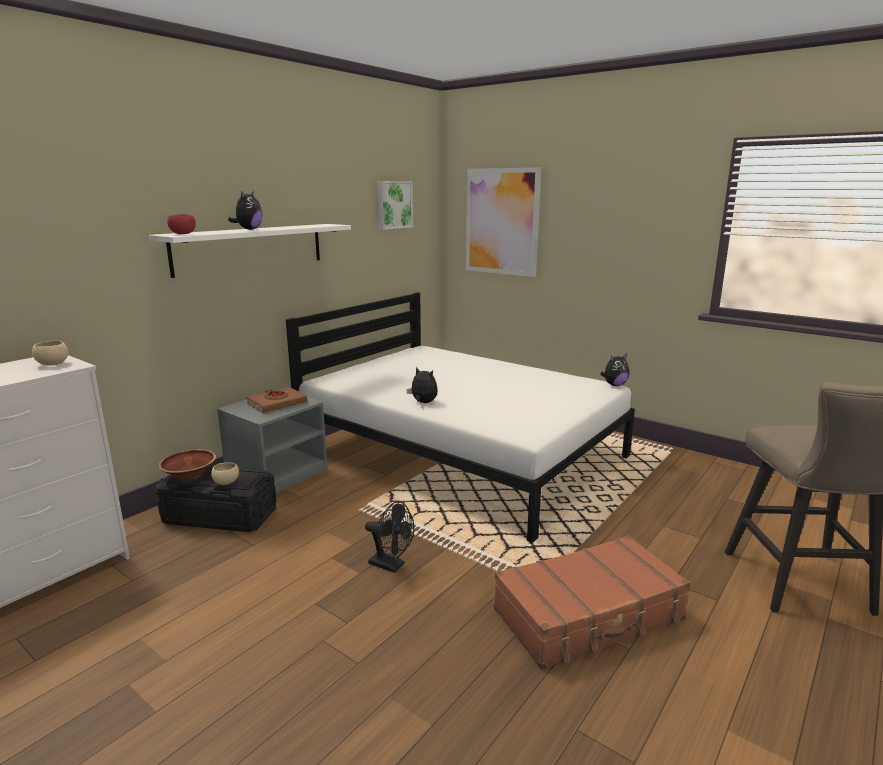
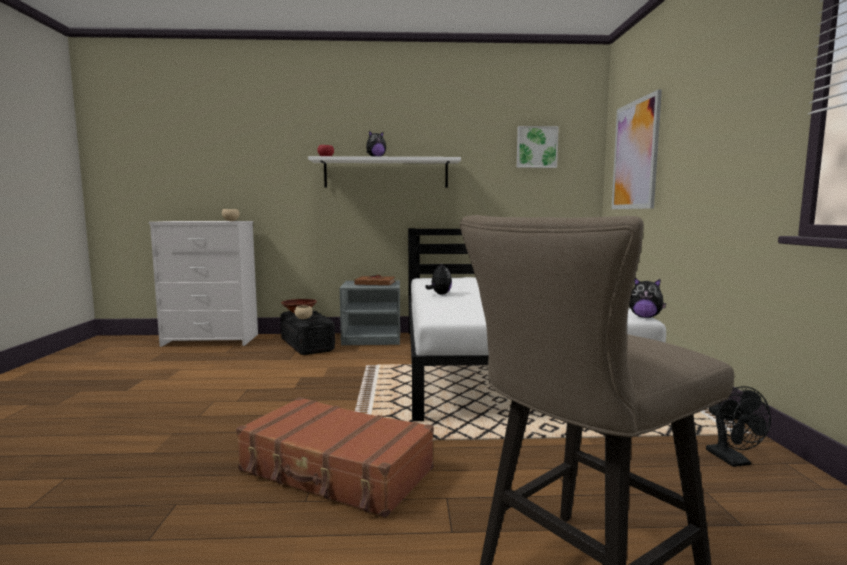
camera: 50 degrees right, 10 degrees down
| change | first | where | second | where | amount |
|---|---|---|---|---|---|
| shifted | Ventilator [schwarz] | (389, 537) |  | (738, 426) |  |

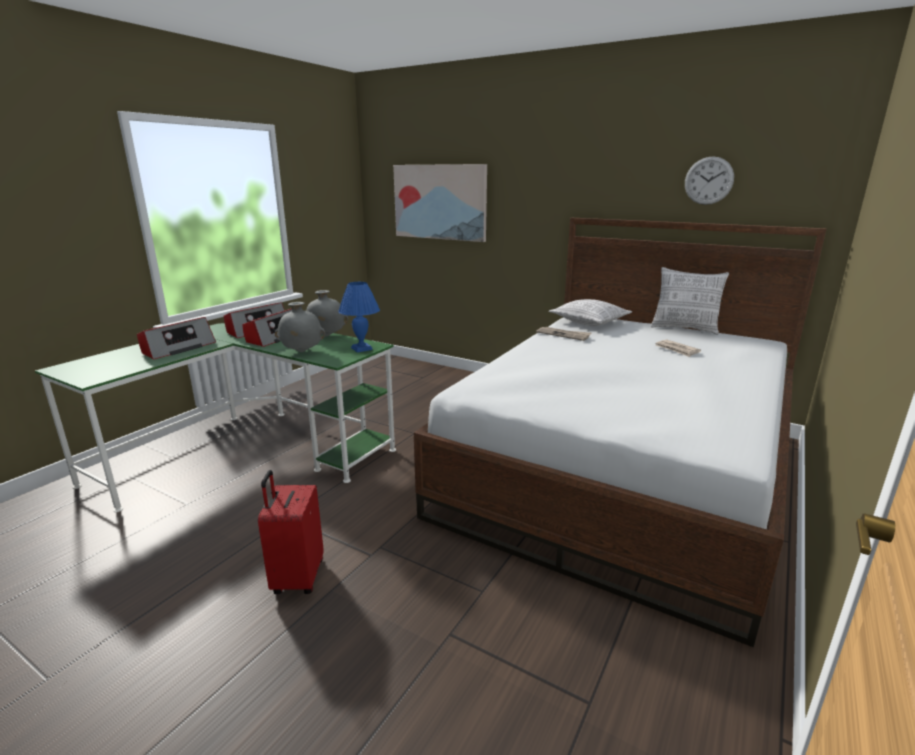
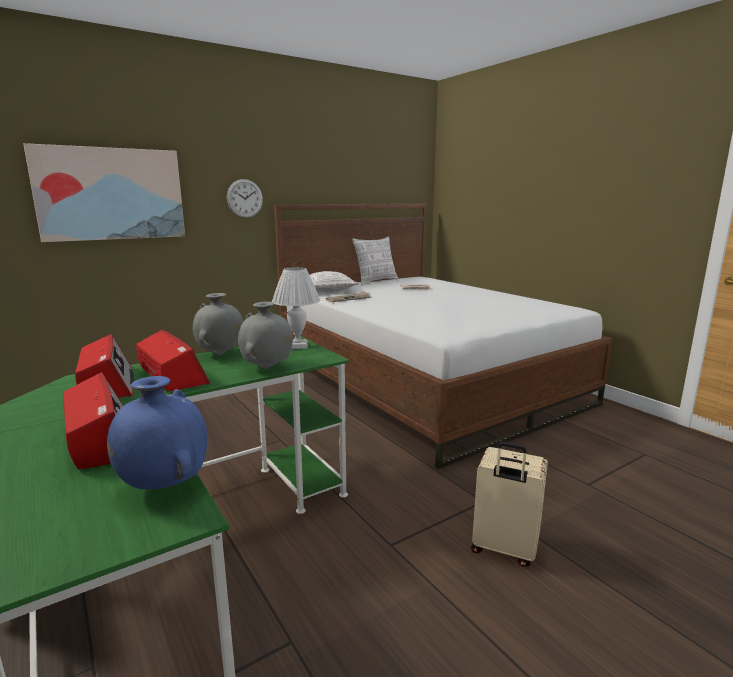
camera: 65 degrees left, 5 degrees down
| change | first | where | second | where | amount |
|---|---|---|---|---|---|
| shifted | Wanduhr | (709, 180) |  | (245, 198) |  |
| repainted | Tischlampe [blau] | (359, 317) | Tischlampe [weiß] | (296, 308) |  |
| repainted | Koffer [rot] | (291, 532) | Koffer [beige] | (509, 504) |  |
| new |  |  | Vase [blau] | (157, 433) |  |

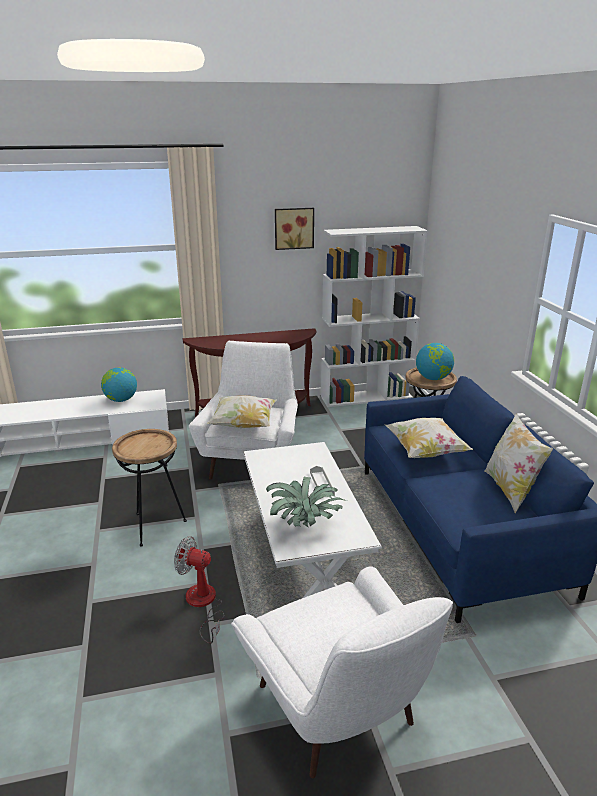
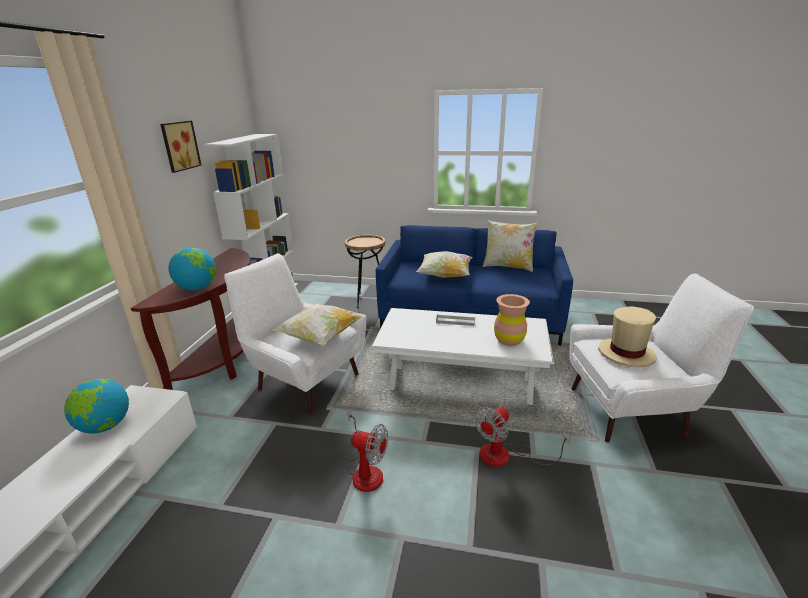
camera: 65 degrees left, 0 degrees up
| change | first | where | second | where | amount |
|---|---|---|---|---|---|
| shifted | Globus | (435, 361) |  | (192, 268) |  |
| swapped | Beistelltisch [braun] | (149, 487) | Ventilator | (366, 450) |  |
| swapped | Topfpflanze | (306, 502) | Vase [braun] | (512, 320) |  |
| new |  |  | Hut [beige] | (627, 337) |  |

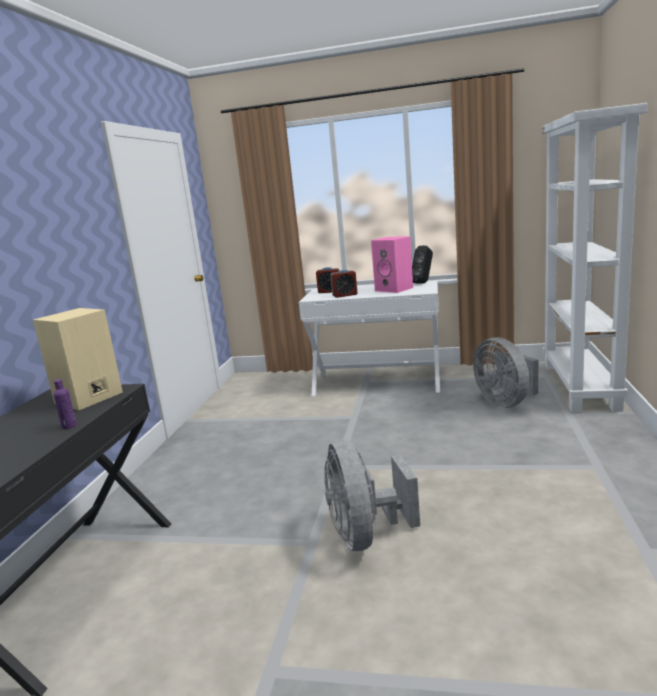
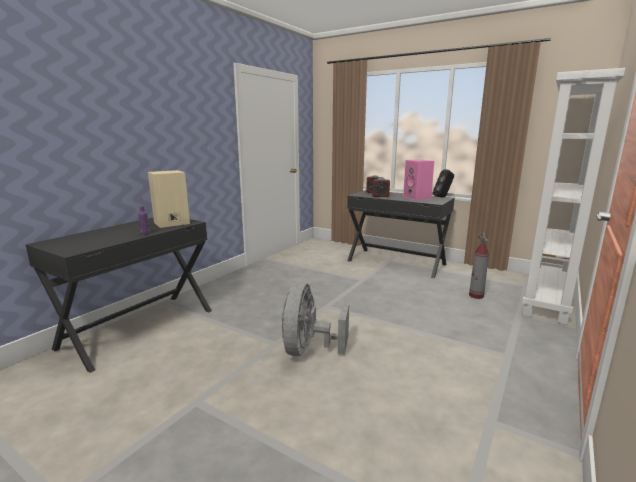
camera: 20 degrees right, 0 degrees up
| change | first | where | second | where | amount |
|---|---|---|---|---|---|
| repainted | Schreibtisch [weiß] | (369, 338) | Schreibtisch [schwarz] | (401, 234) |  |
| swapped | Ventilator [grau] | (505, 372) | Feuerlöscher | (479, 265) |  |

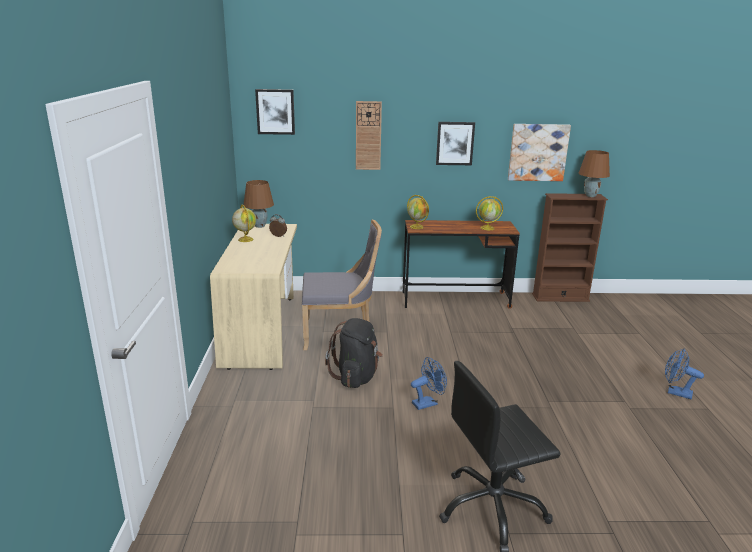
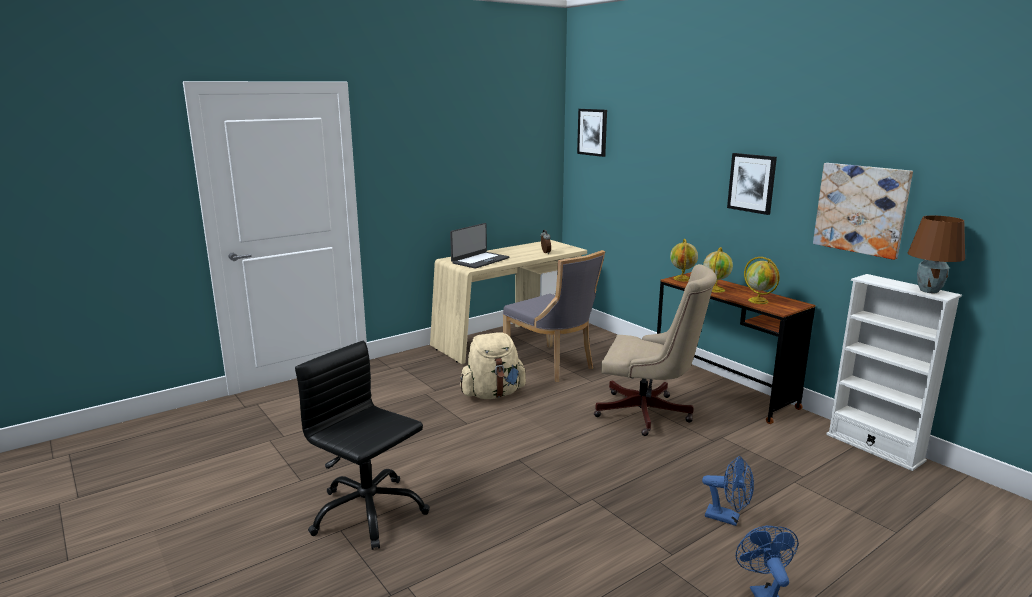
camera: 55 degrees right, 5 degrees down
| change | first | where | second | where | amount |
|---|---|---|---|---|---|
| gone | Wanduhr | (369, 135) |  |  |  |
| gone | Tischlampe [braun] | (258, 204) |  |  |  |
| repainted | Bücherregal [braun] | (570, 247) | Bücherregal [weiß] | (894, 372) |  |
| shifted | Globus | (244, 223) |  | (718, 270) |  |
| repainted | Rucksack [schwarz] | (354, 353) | Rucksack [beige] | (493, 365) |  |
| shifted | Ventilator [blau] | (429, 383) |  | (728, 491) |  |
| new |  |  | Laptop | (479, 246) |  |
| new |  |  | Bürostuhl [beige] | (655, 350) |  |

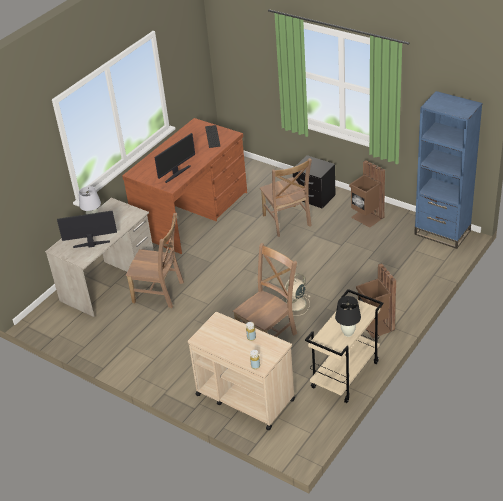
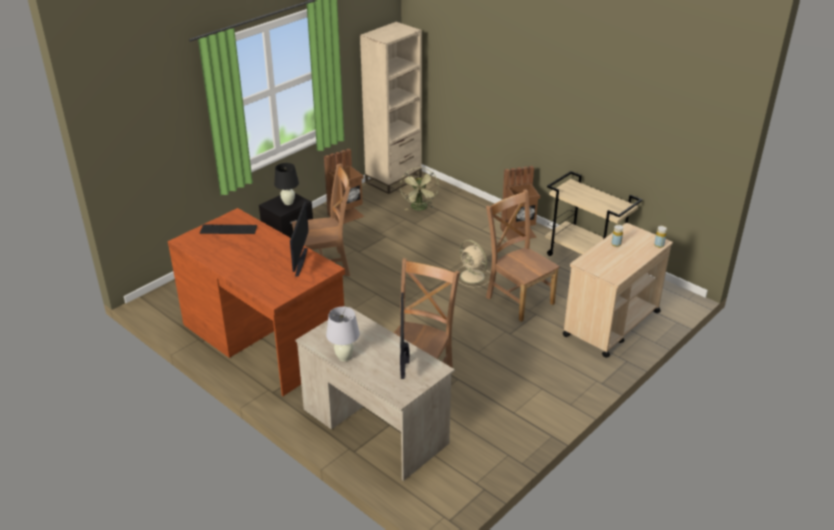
camera: 85 degrees left, 5 degrees down
| change | first | where | second | where | amount |
|---|---|---|---|---|---|
| repainted | Bücherregal [blau] | (448, 170) | Bücherregal [beige] | (391, 108) |  |
| rotated | Monitor | (175, 158) |  | (299, 239) | 45 degrees clockwise |
| shifted | Tischlampe [schwarz] | (348, 316) |  | (286, 184) |  |
| new |  |  | Ventilator [grün] | (419, 189) |  |

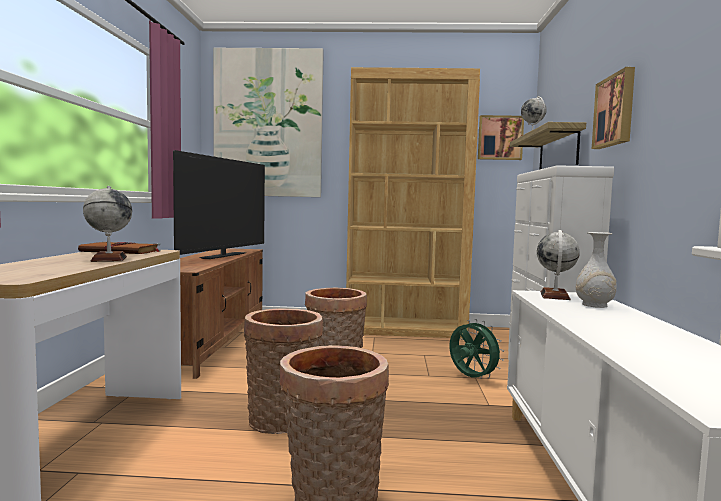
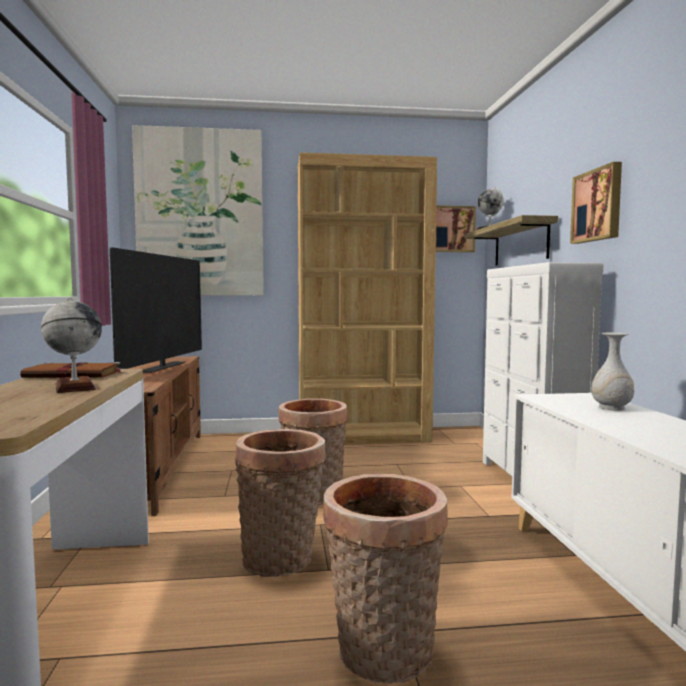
camera: 10 degrees left, 0 degrees up
| change | first | where | second | where | amount |
|---|---|---|---|---|---|
| gone | Globus | (558, 265) |  |  |  |
| gone | Ventilator [grün] | (476, 349) |  |  |  |

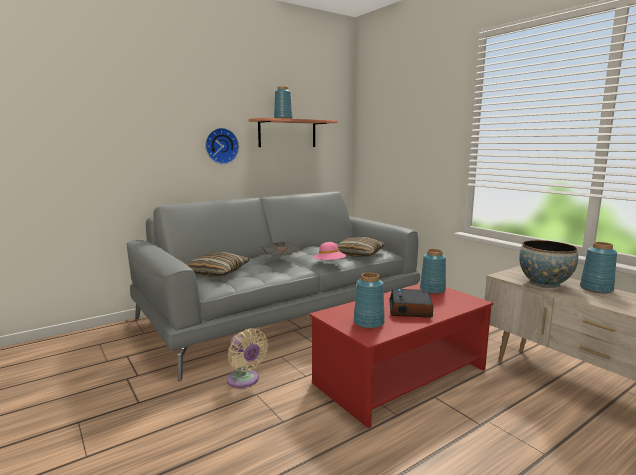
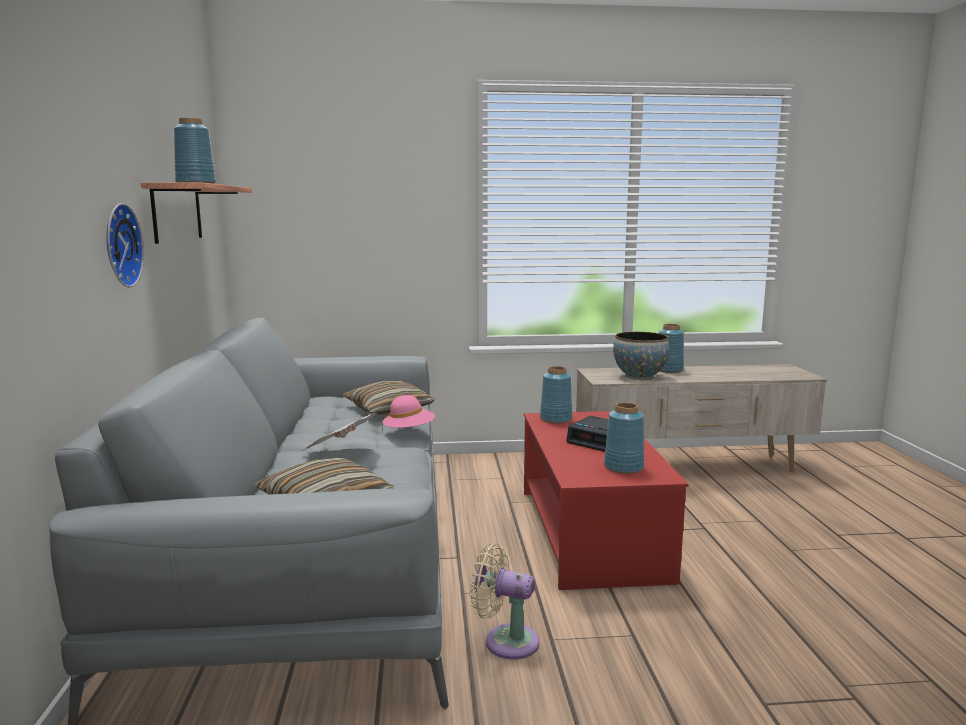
camera: 60 degrees left, 0 degrees up
| change | first | where | second | where | amount |
|---|---|---|---|---|---|
| rotated | Ventilator [beige] | (247, 358) |  | (504, 601) | 150 degrees counterclockwise |

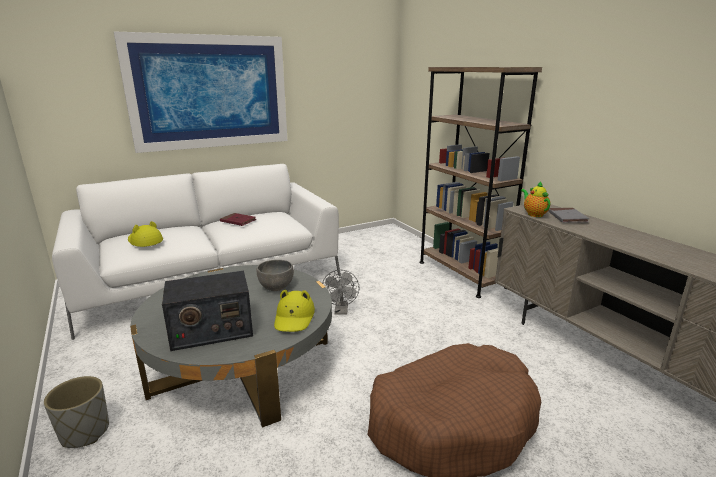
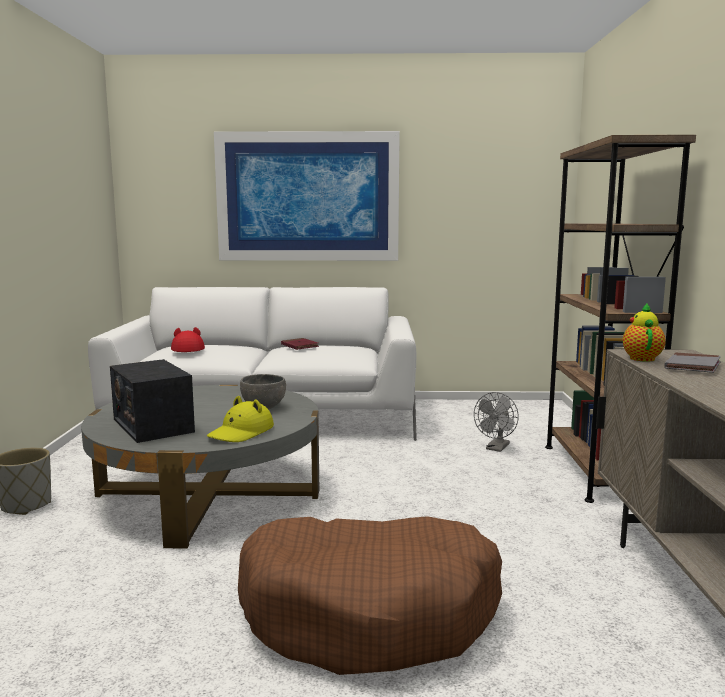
camera: 30 degrees right, 10 degrees down
| change | first | where | second | where | amount |
|---|---|---|---|---|---|
| repainted | Hut [gelb] | (145, 234) | Hut [rot] | (188, 339) |  |
| shifted | Ventilator [grau] | (340, 292) |  | (496, 422) |  |
| rotated | Radio | (207, 311) |  | (152, 401) | 45 degrees clockwise |

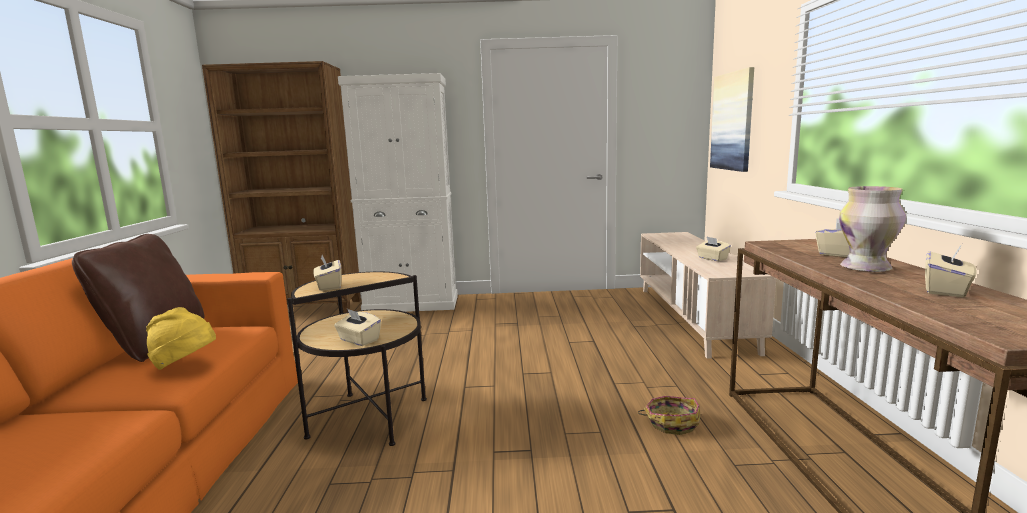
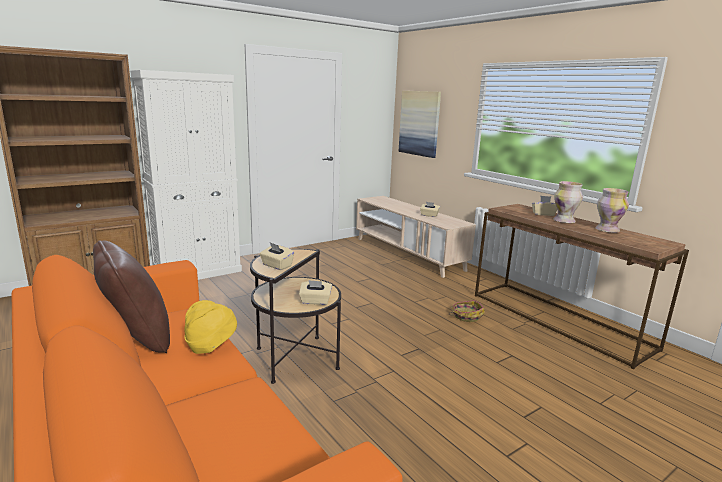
camera: 35 degrees left, 5 degrees up
| change | first | where | second | where | amount |
|---|---|---|---|---|---|
| swapped | Taschentuchbox [beige] | (951, 270) | Vase | (612, 210) |  |

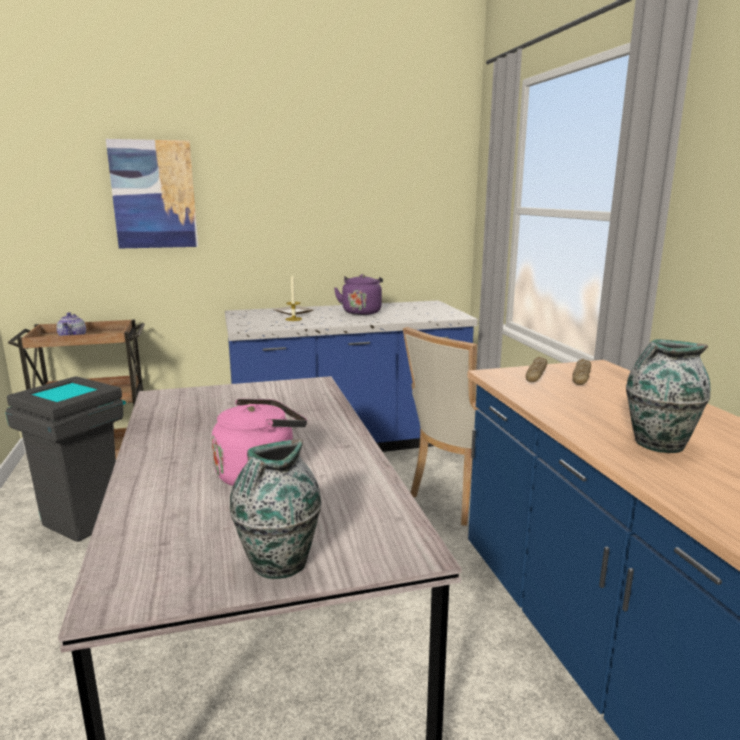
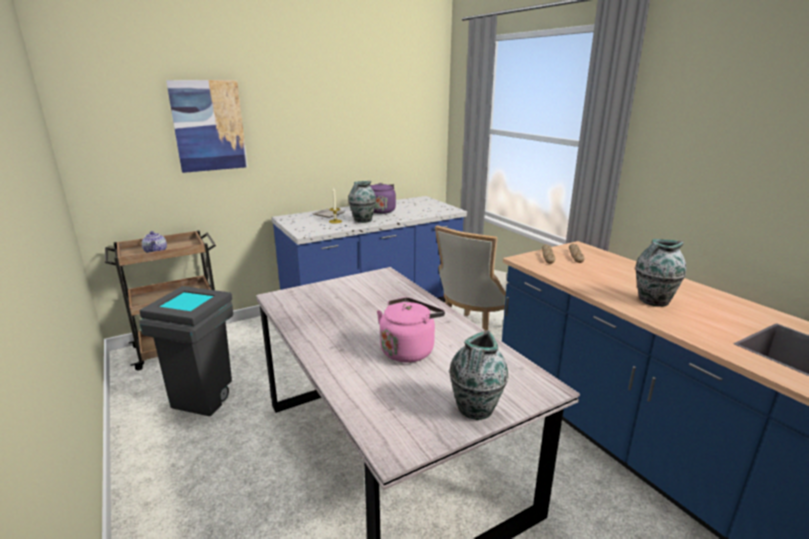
camera: 15 degrees left, 5 degrees up
| change | first | where | second | where | amount |
|---|---|---|---|---|---|
| new |  |  | Vase | (362, 202) |  |

